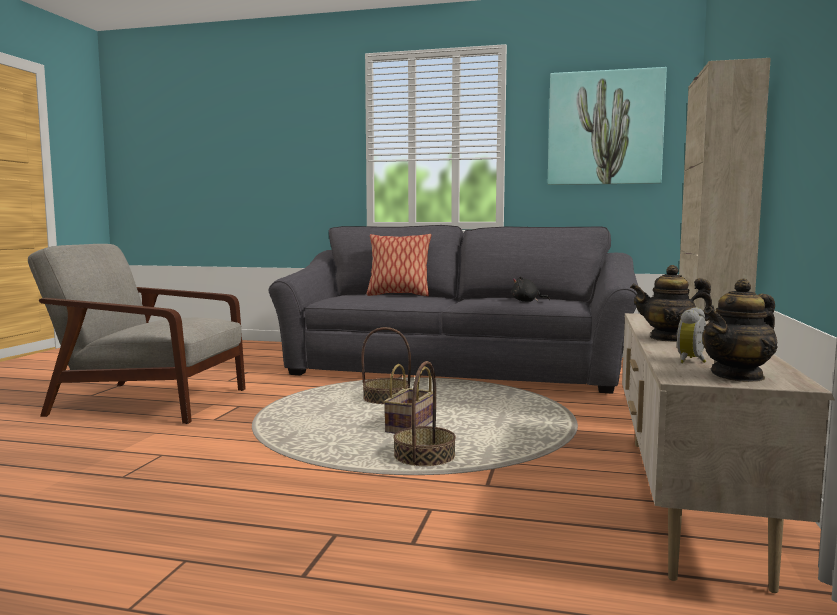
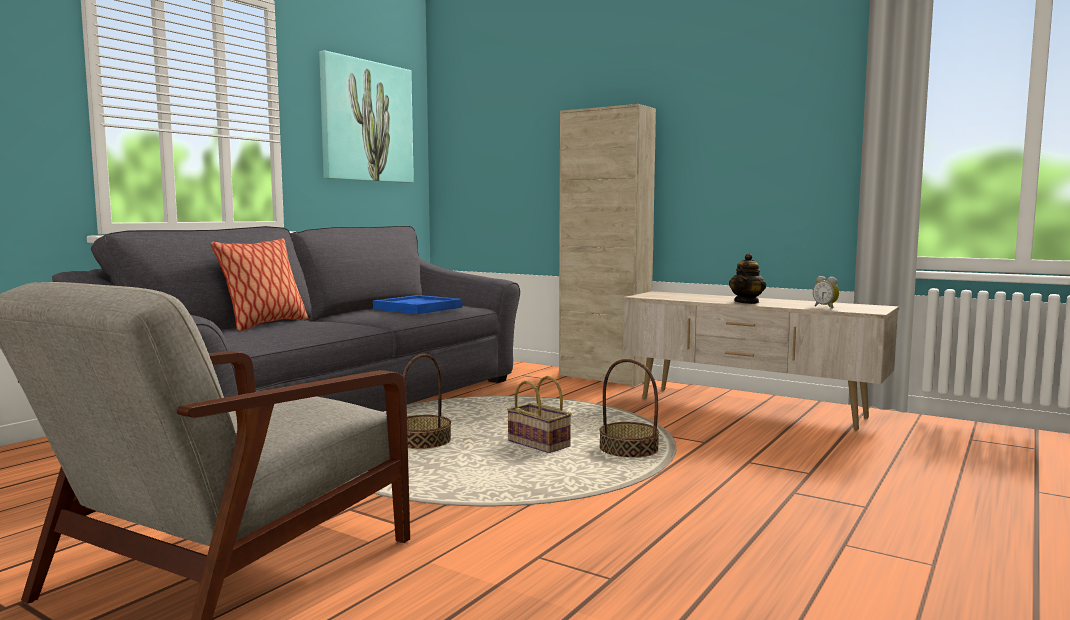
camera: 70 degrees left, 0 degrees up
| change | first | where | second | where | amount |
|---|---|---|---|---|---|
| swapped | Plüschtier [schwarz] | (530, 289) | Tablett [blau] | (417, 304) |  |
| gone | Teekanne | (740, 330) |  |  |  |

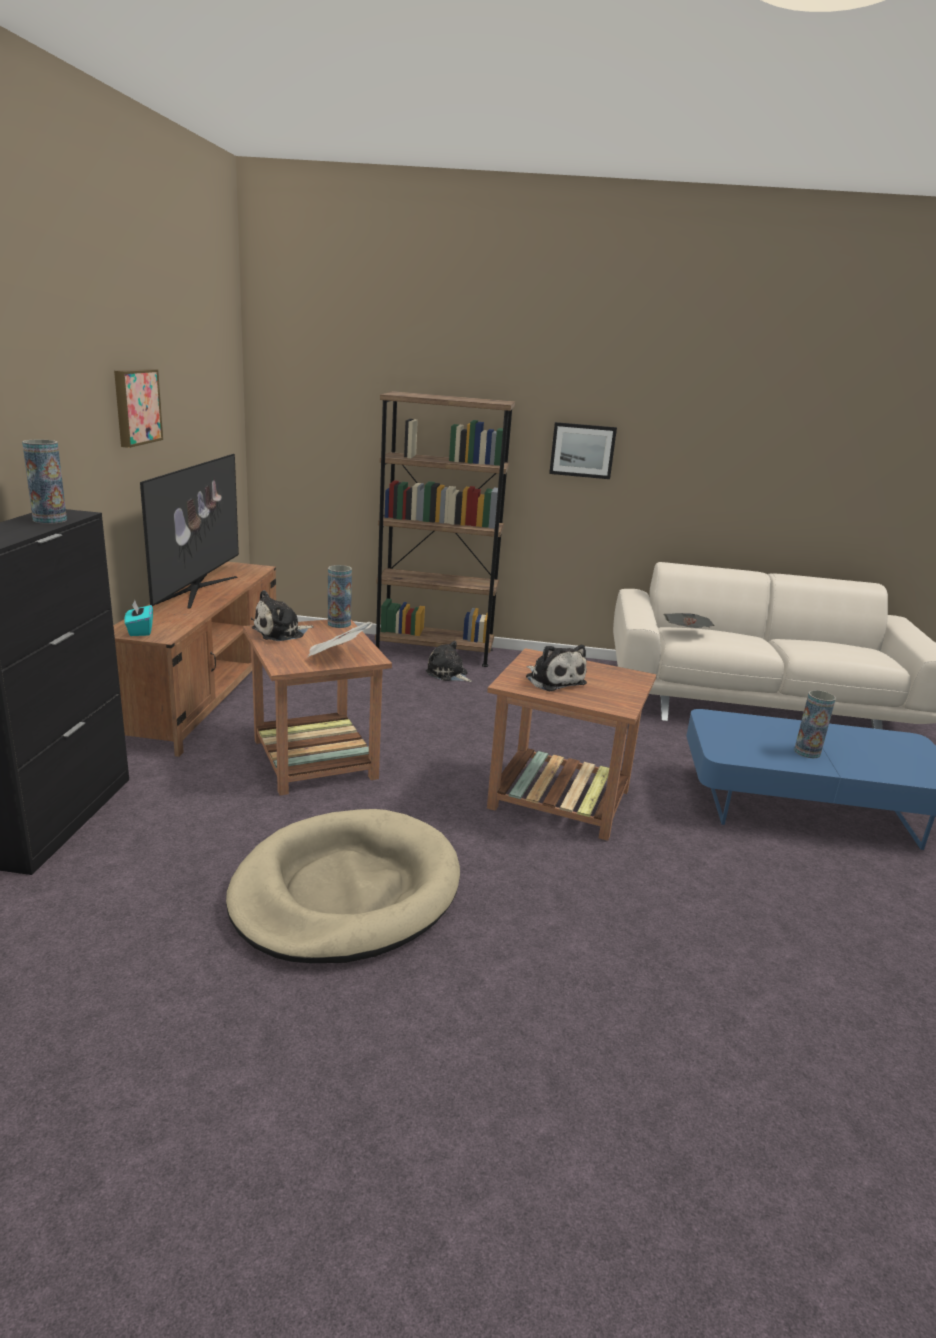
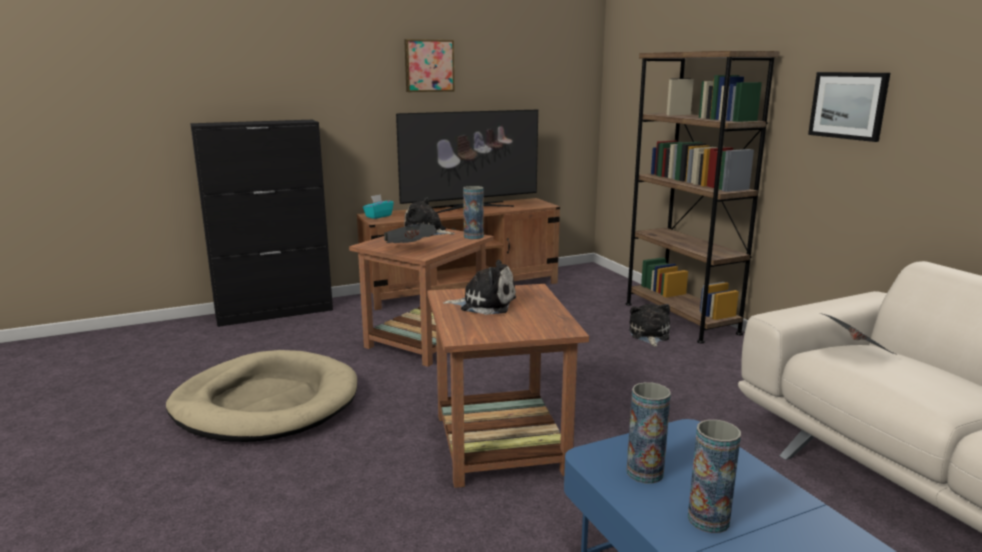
camera: 60 degrees right, 5 degrees down
| change | first | where | second | where | amount |
|---|---|---|---|---|---|
| shifted | Vase | (44, 482) |  | (649, 433) |  |
| rotated | Plüschtier | (556, 668) |  | (479, 287) | 105 degrees counterclockwise |

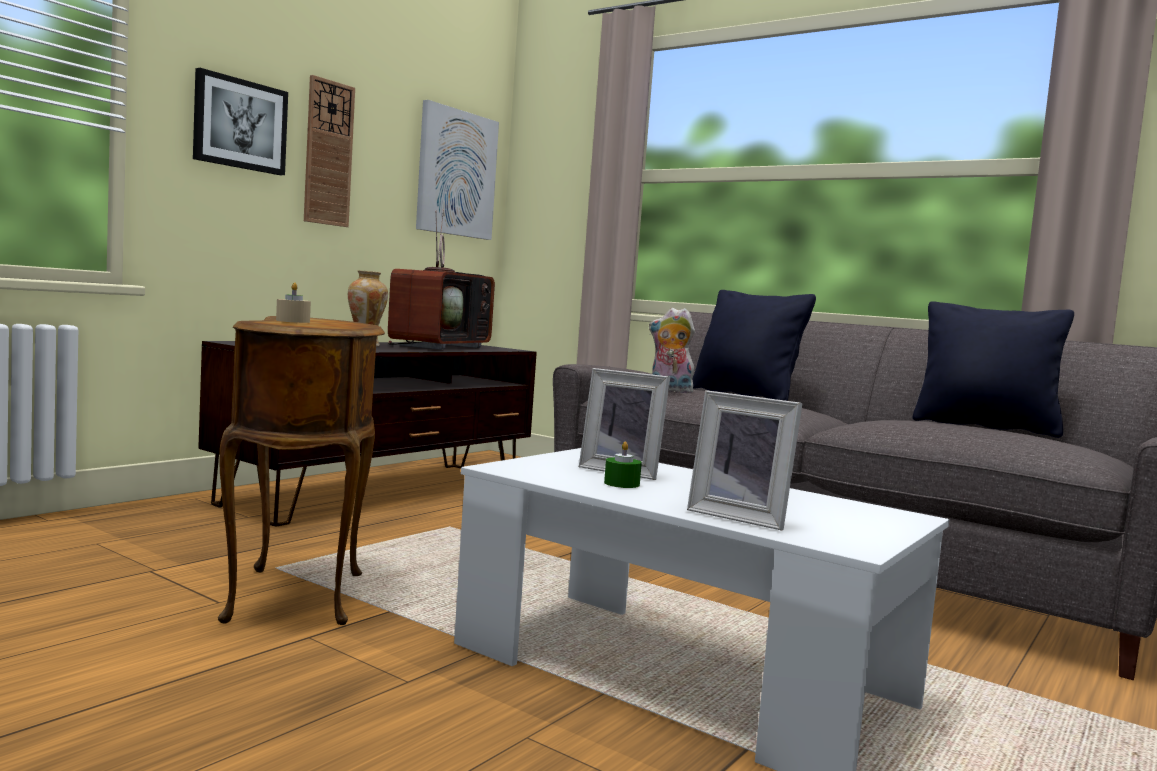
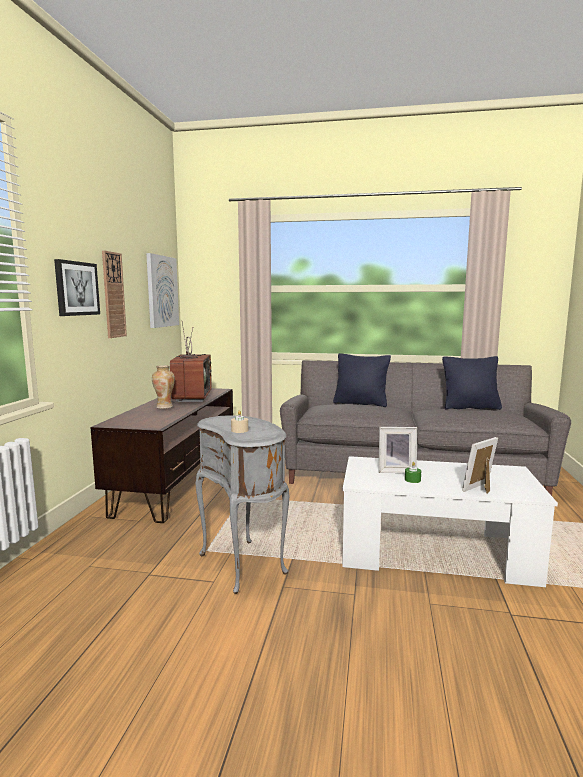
camera: 25 degrees left, 5 degrees up
| change | first | where | second | where | amount |
|---|---|---|---|---|---|
| gone | Plüschtier | (672, 350) |  |  |  |
| repainted | Beistelltisch [braun] | (301, 470) | Beistelltisch [grau] | (242, 504) |  |
| rotated | Bilderrahmen | (745, 460) |  | (480, 465) | 135 degrees clockwise |

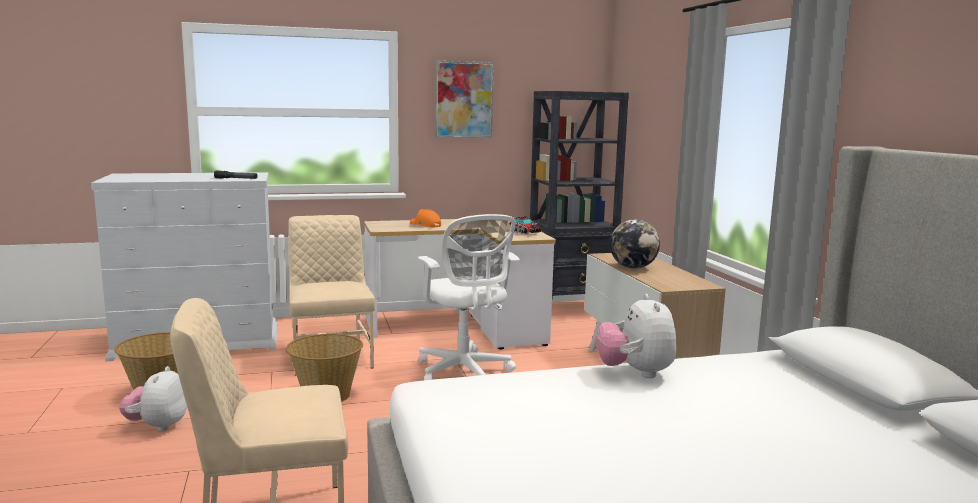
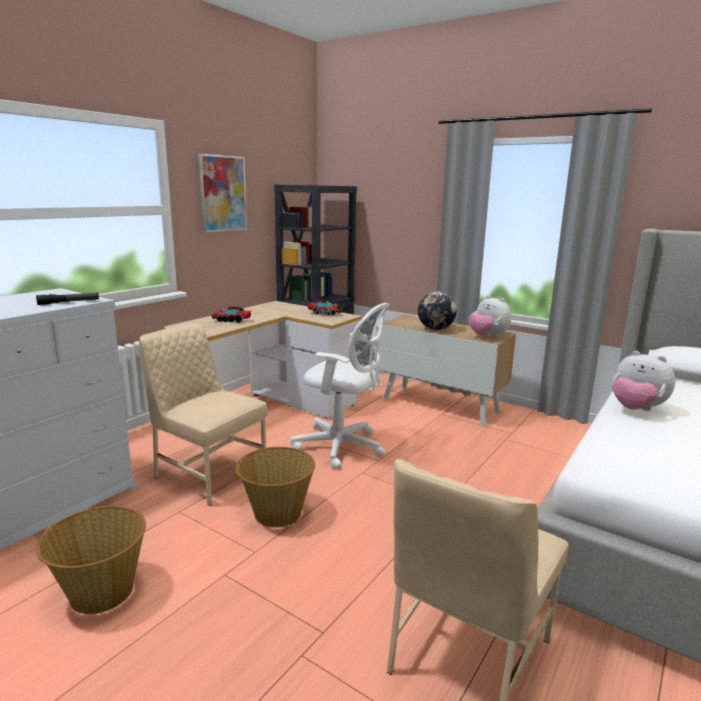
camera: 40 degrees left, 5 degrees up
| change | first | where | second | where | amount |
|---|---|---|---|---|---|
| swapped | Kappe [orange] | (425, 218) | Spielzeuglaster | (231, 314) |  |
| shifted | Plüschtier | (153, 399) |  | (490, 316) |  |

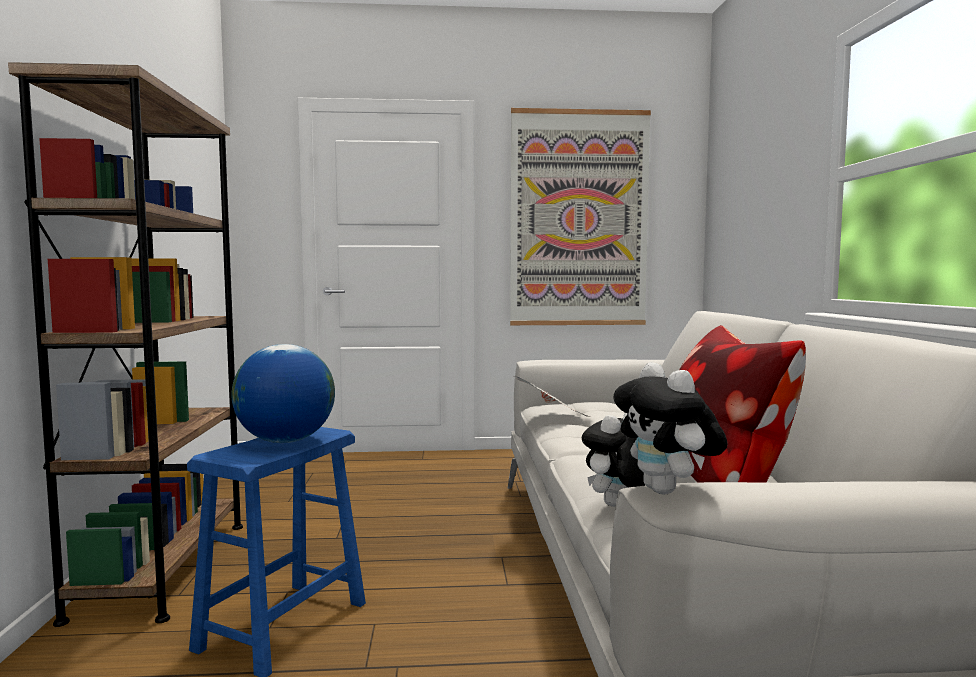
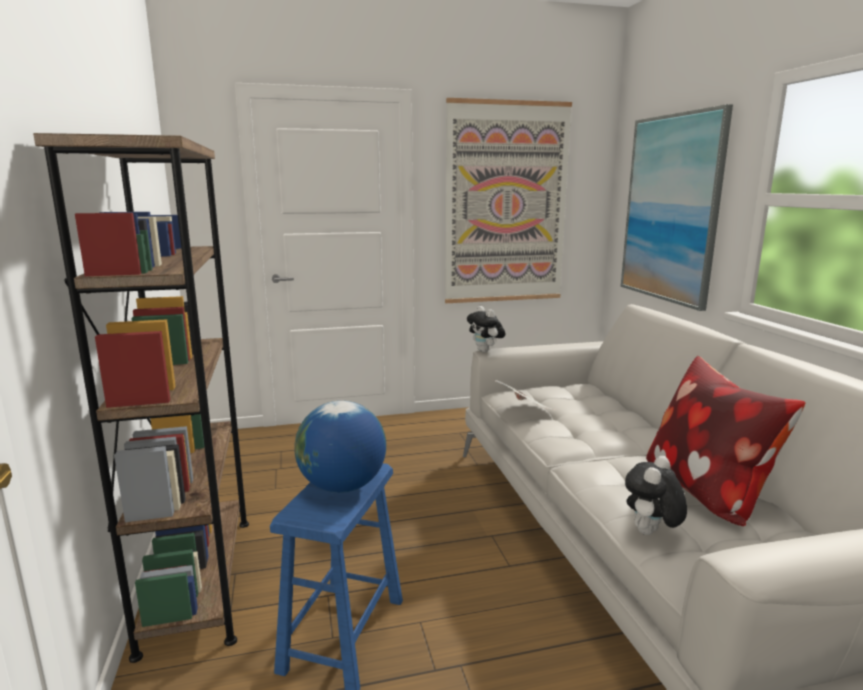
camera: 10 degrees left, 10 degrees up
| change | first | where | second | where | amount |
|---|---|---|---|---|---|
| shifted | Plüschtier | (670, 428) |  | (486, 329) |  |
| new |  |  | Bild | (677, 207) |  |

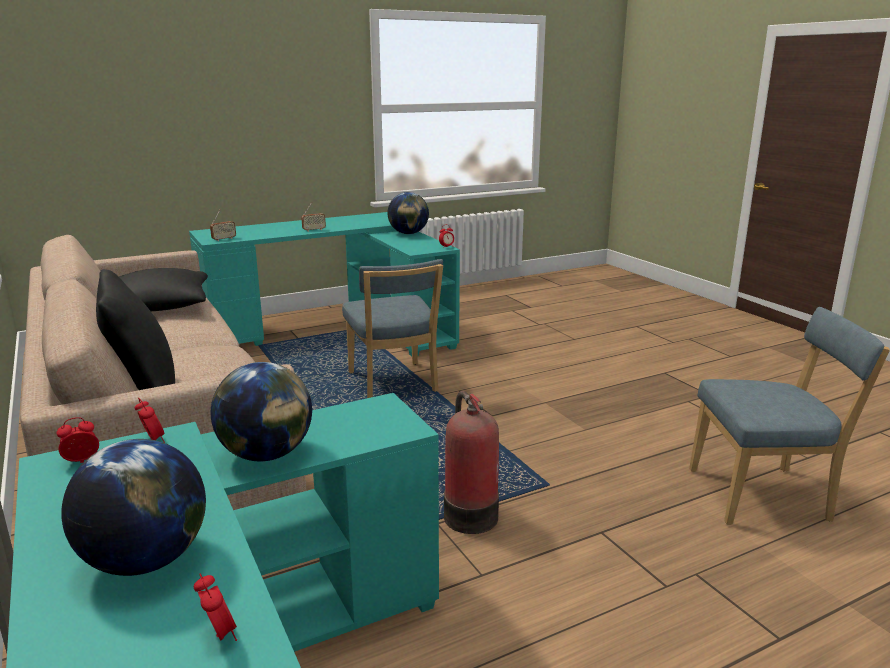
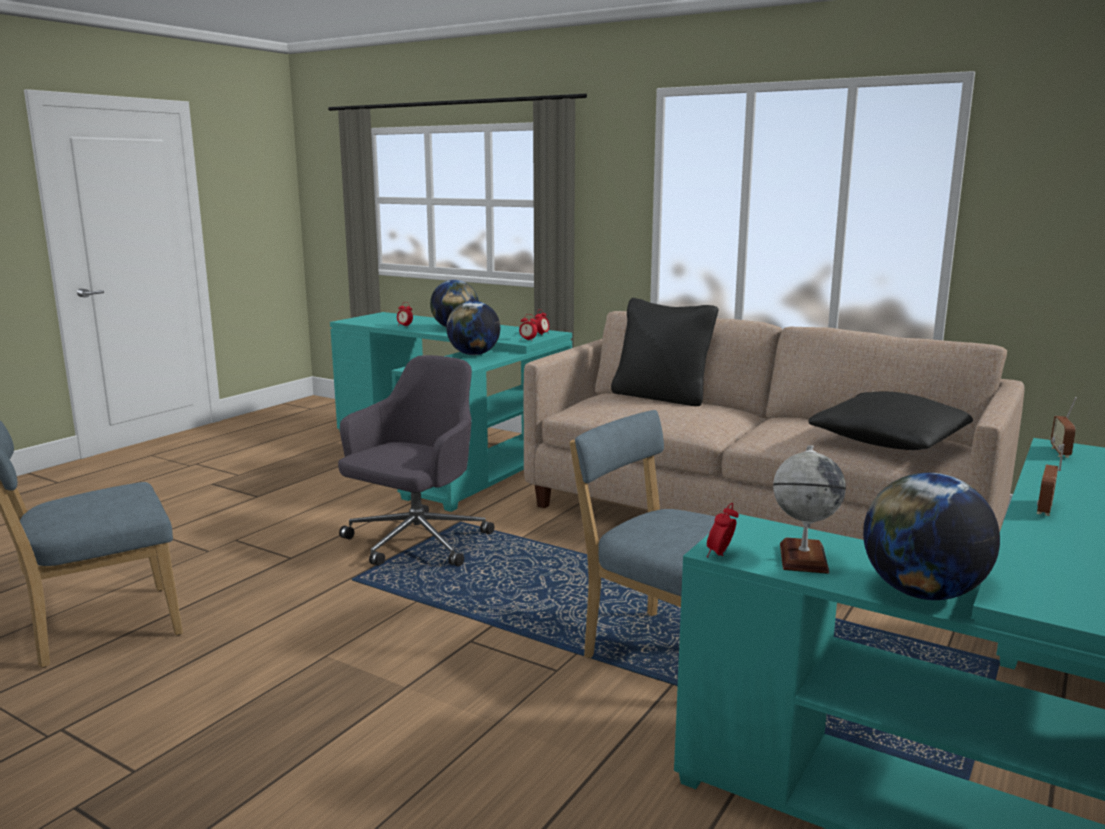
camera: 150 degrees right, 5 degrees down
| change | first | where | second | where | amount |
|---|---|---|---|---|---|
| swapped | Feuerlöscher | (471, 462) | Bürostuhl [grau] | (416, 461) |  |
| new |  |  | Globus | (809, 509) |  |

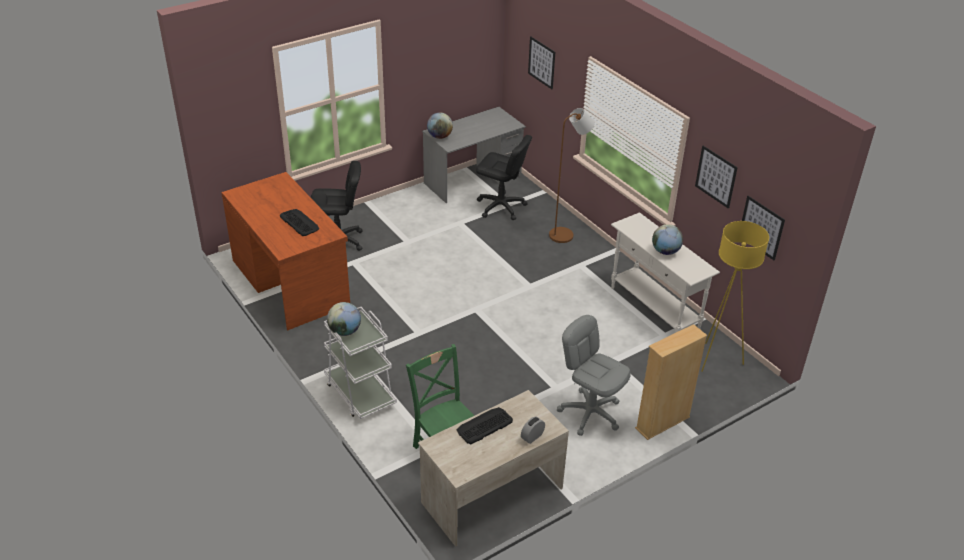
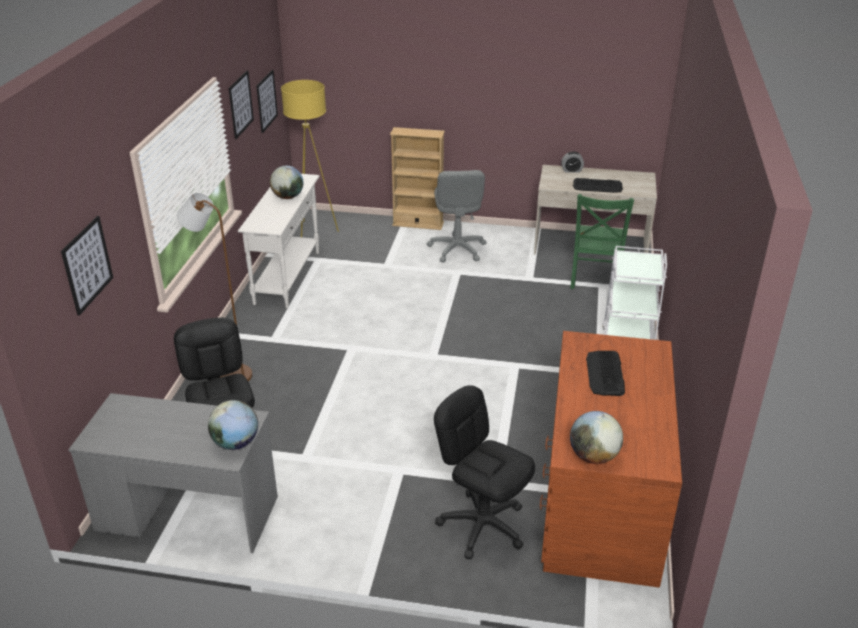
camera: 135 degrees left, 5 degrees down
| change | first | where | second | where | amount |
|---|---|---|---|---|---|
| shifted | Globus | (344, 319) |  | (596, 437) |  |

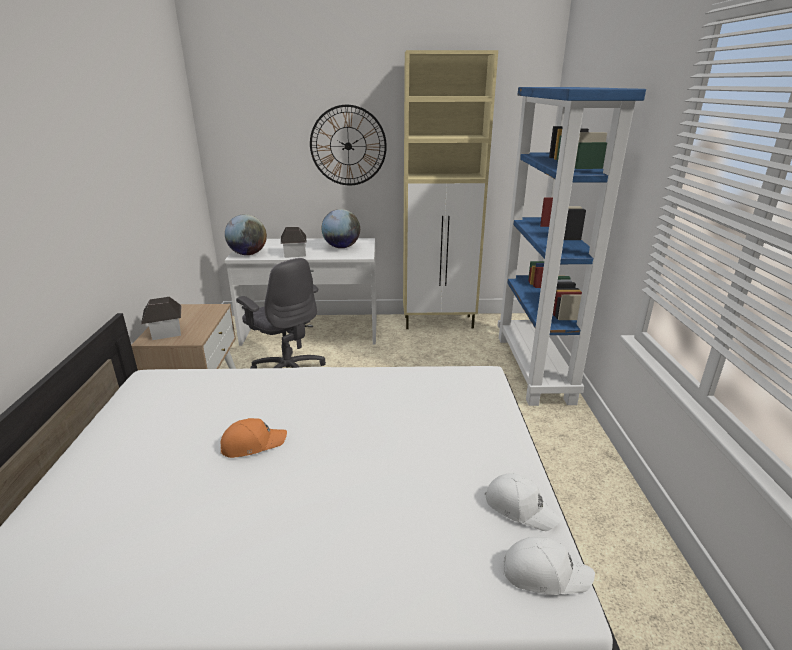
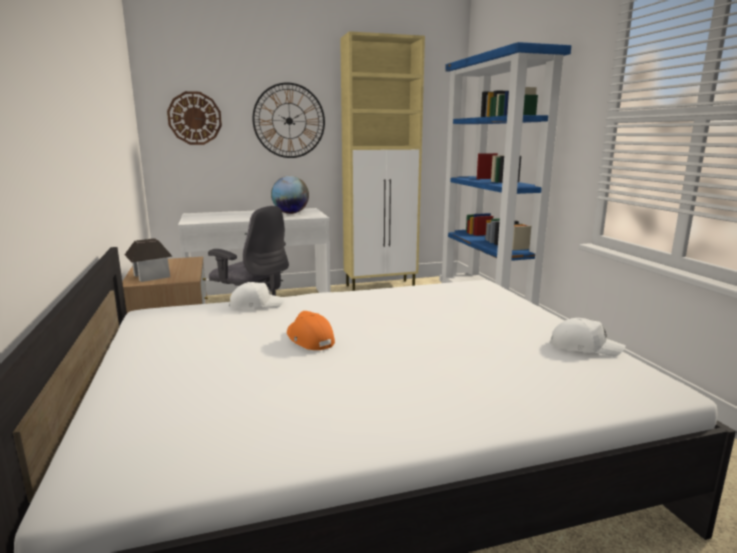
camera: 15 degrees left, 10 degrees down
| change | first | where | second | where | amount |
|---|---|---|---|---|---|
| gone | Globus | (246, 234) |  |  |  |
| gone | Spielzeughaus | (294, 242) |  |  |  |
| rotated | Kappe [orange] | (253, 438) |  | (311, 330) | 90 degrees counterclockwise |
| shifted | Kappe [weiß] | (549, 566) |  | (257, 295) |  |
| new |  |  | Wanduhr | (194, 118) |  |

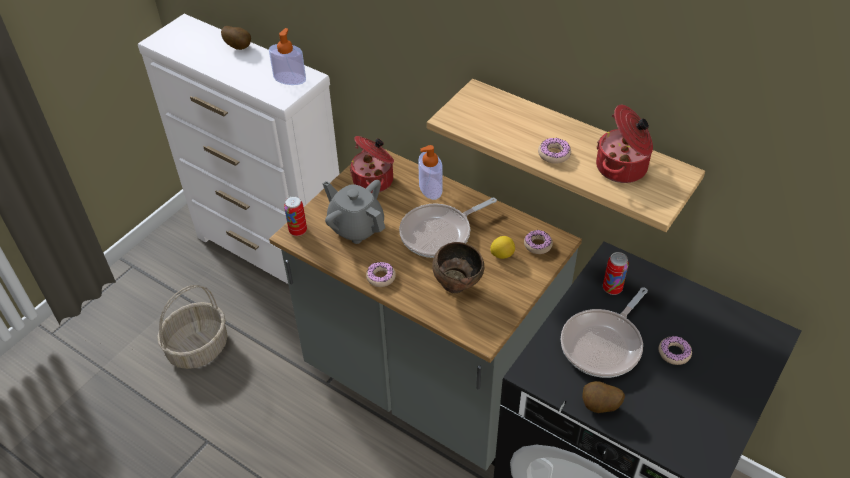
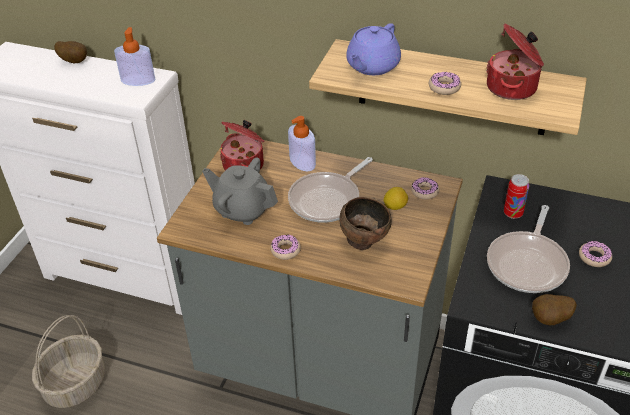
camera: 15 degrees left, 5 degrees down
| change | first | where | second | where | amount |
|---|---|---|---|---|---|
| gone | Dose | (295, 216) |  |  |  |
| new |  |  | Teekanne [lila] | (373, 49) |  |

